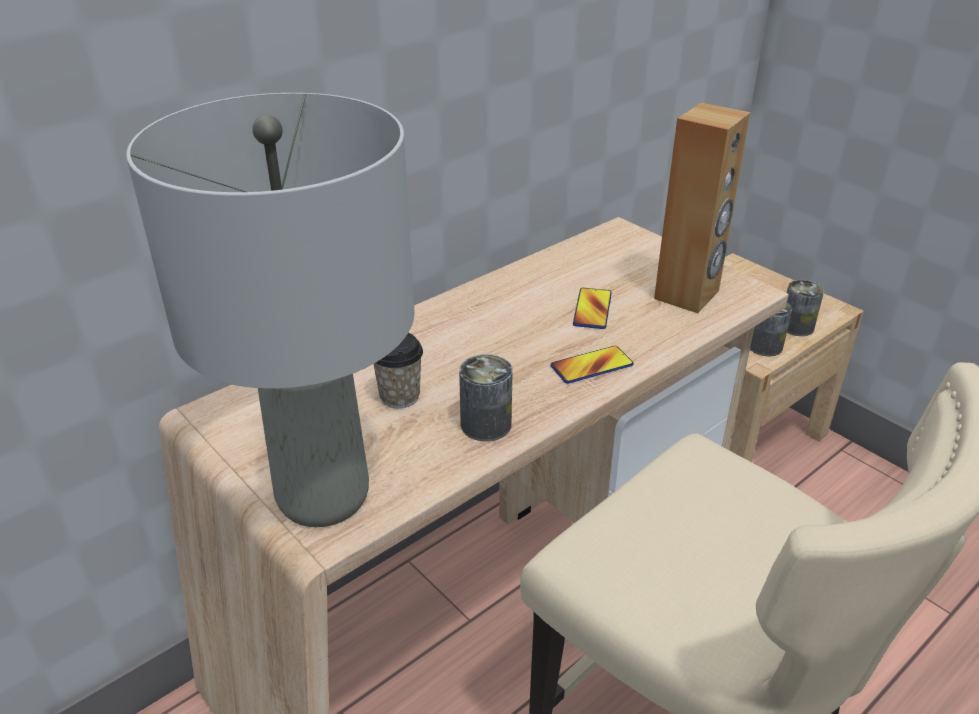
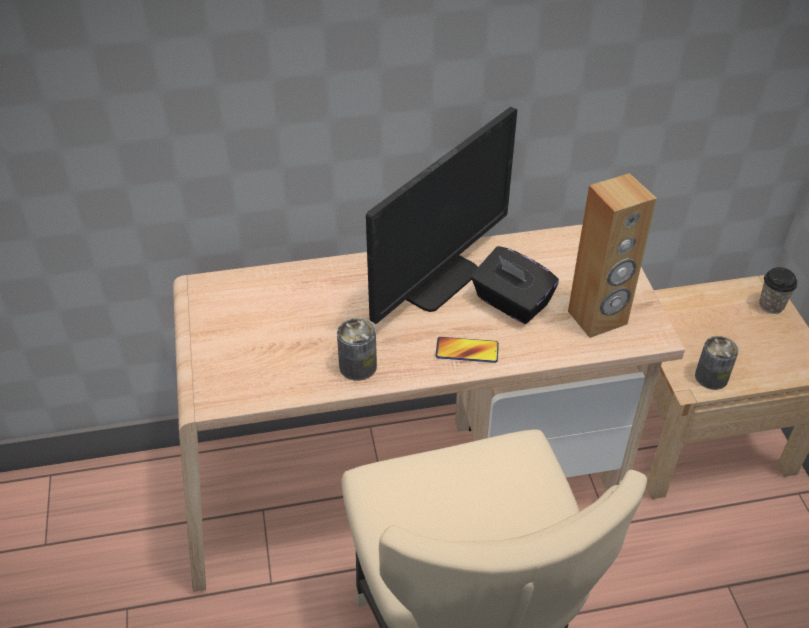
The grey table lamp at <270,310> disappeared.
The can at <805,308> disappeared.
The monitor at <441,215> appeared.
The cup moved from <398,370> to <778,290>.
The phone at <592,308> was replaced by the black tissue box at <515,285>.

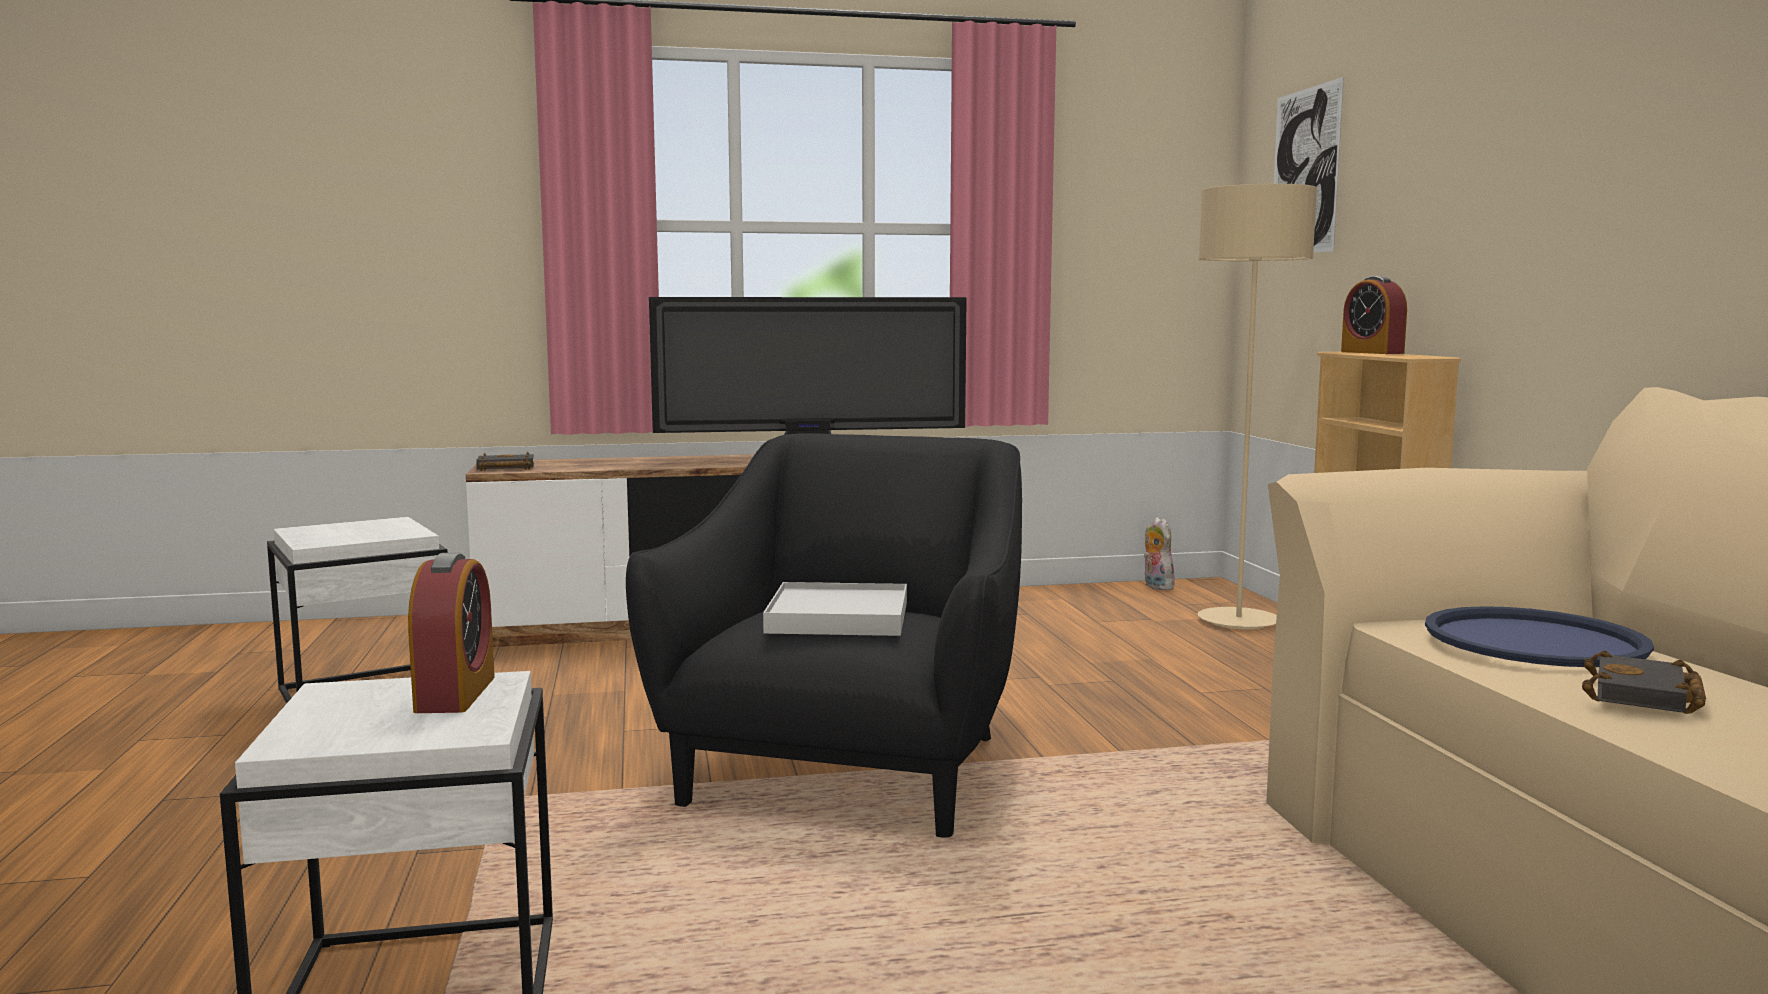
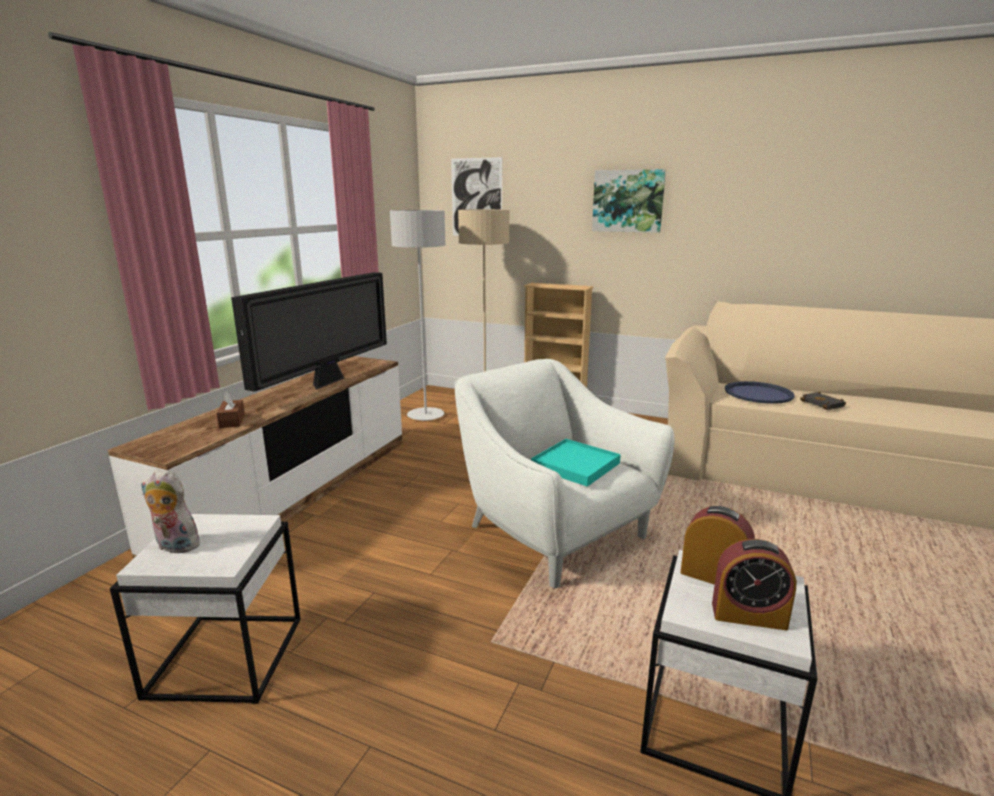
The black book at <505,461> disappeared.
The brown tissue box at <230,410> appeared.
The grey floor lamp at <418,315> appeared.
The picture at <629,201> appeared.
The plush toy moved from <1159,553> to <170,511>.
The alarm clock moved from <1374,315> to <754,585>.
The black armchair at <824,635> became the white armchair at <564,473>.
The white tray at <835,609> became the turquoise tray at <576,463>.

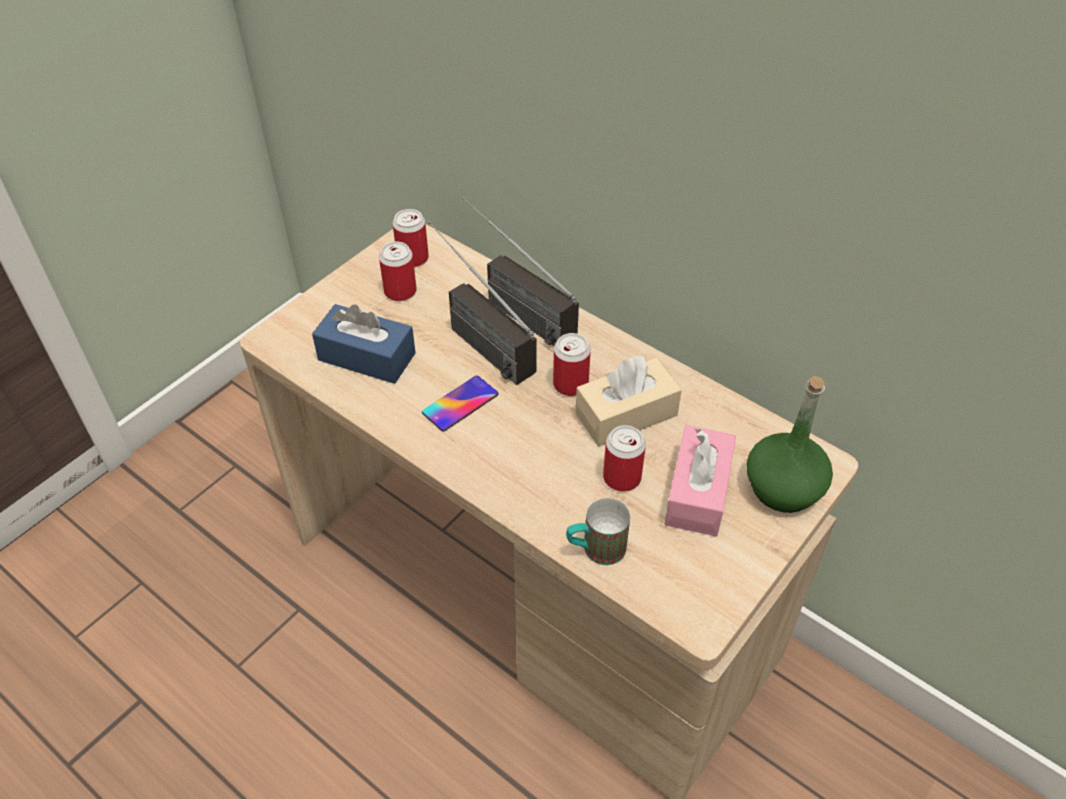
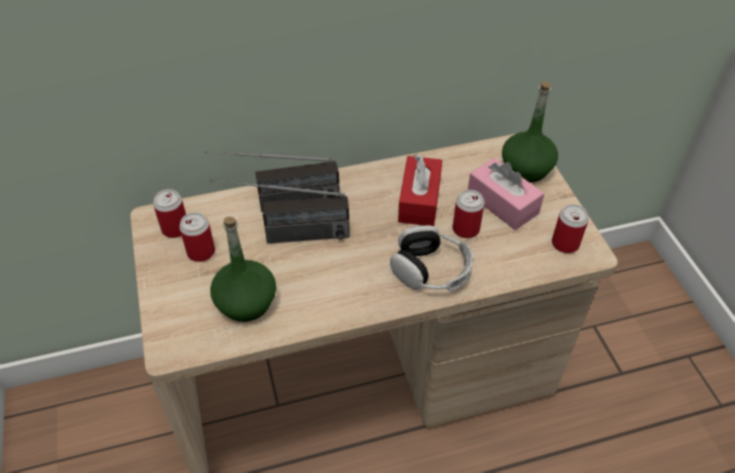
The phone at <460,403> disappeared.
The mug at <598,531> disappeared.
The headphones at <431,258> appeared.
The can moved from <572,364> to <570,228>.
The blue tissue box at <364,344> was replaced by the green bottle at <243,269>.
The beige tissue box at <628,400> became the red tissue box at <420,190>.

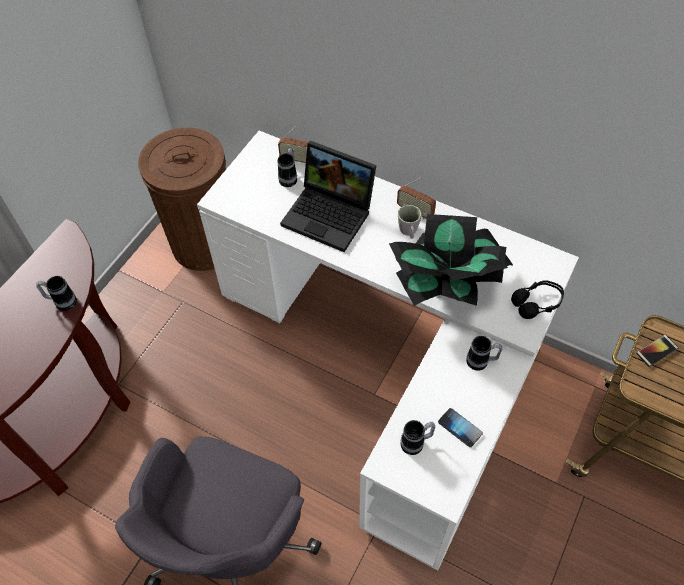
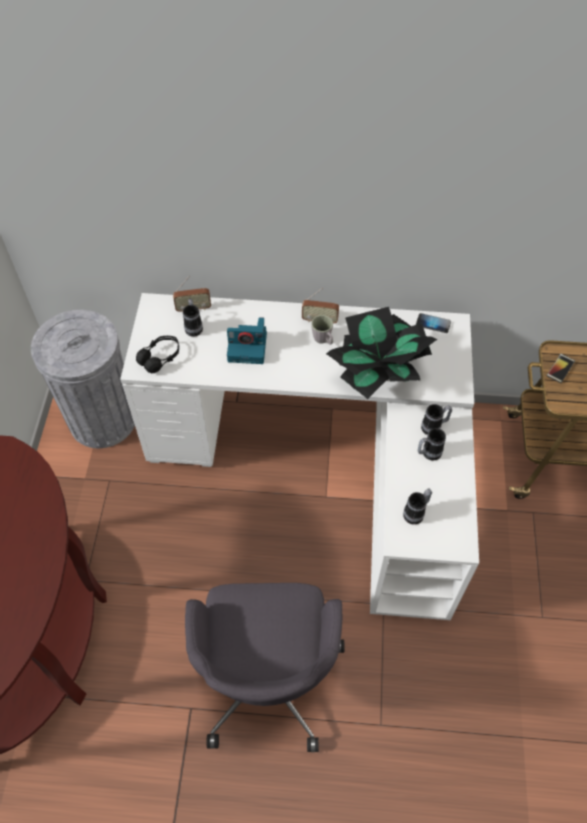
The mug moved from <57,293> to <432,444>.
The phone moved from <460,427> to <433,323>.
The black headphones moved from <537,299> to <157,354>.
The laptop at <328,196> was replaced by the photo camera at <247,340>.
The brown trash can at <182,199> became the grey trash can at <83,379>.

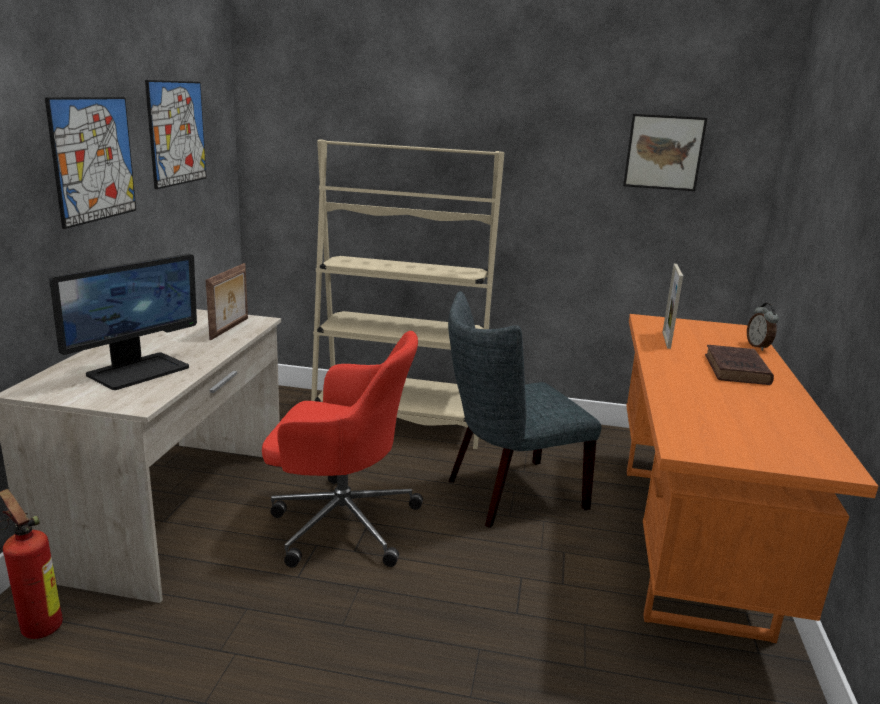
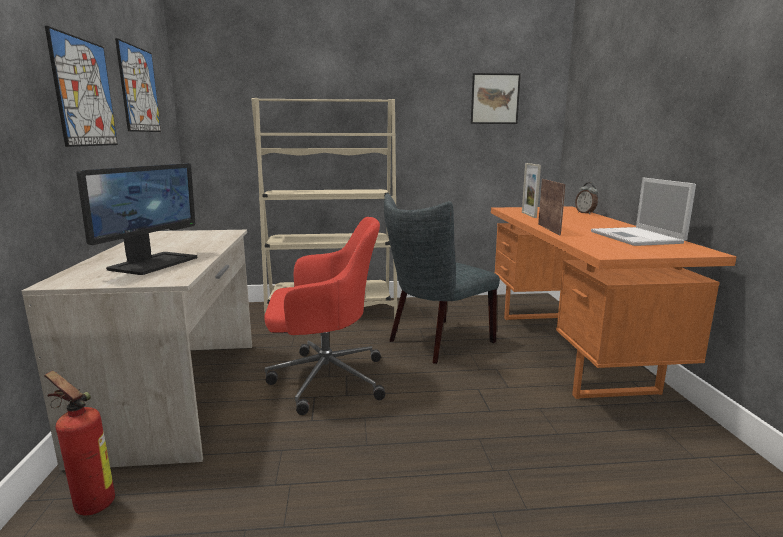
The brown book at <739,365> disappeared.
The laptop at <643,211> appeared.
The picture frame moved from <226,301> to <551,207>.

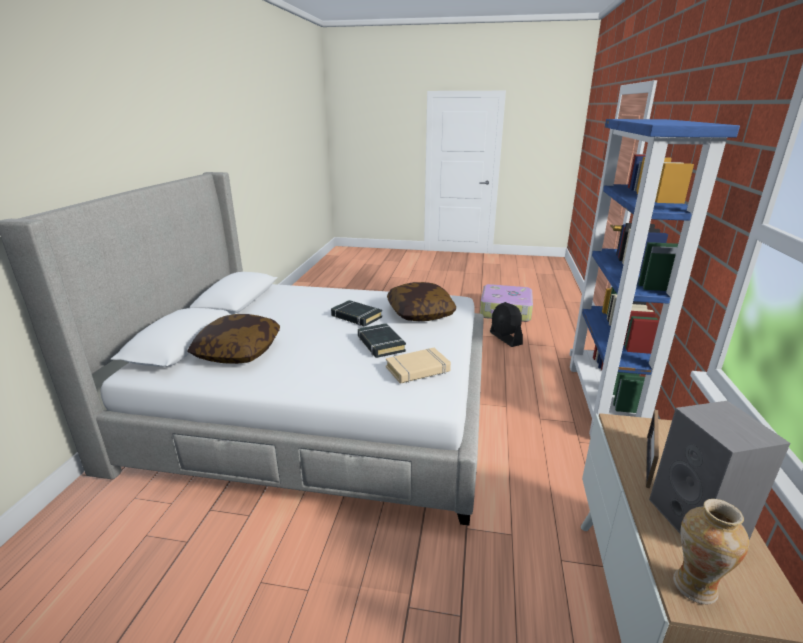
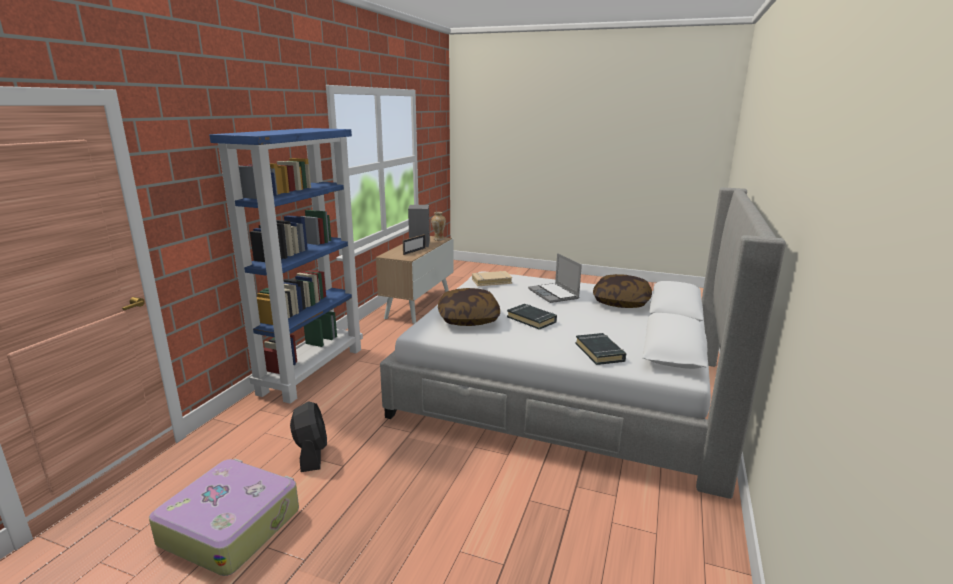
The laptop at <555,278> appeared.
The black book moved from <382,340> to <600,349>.

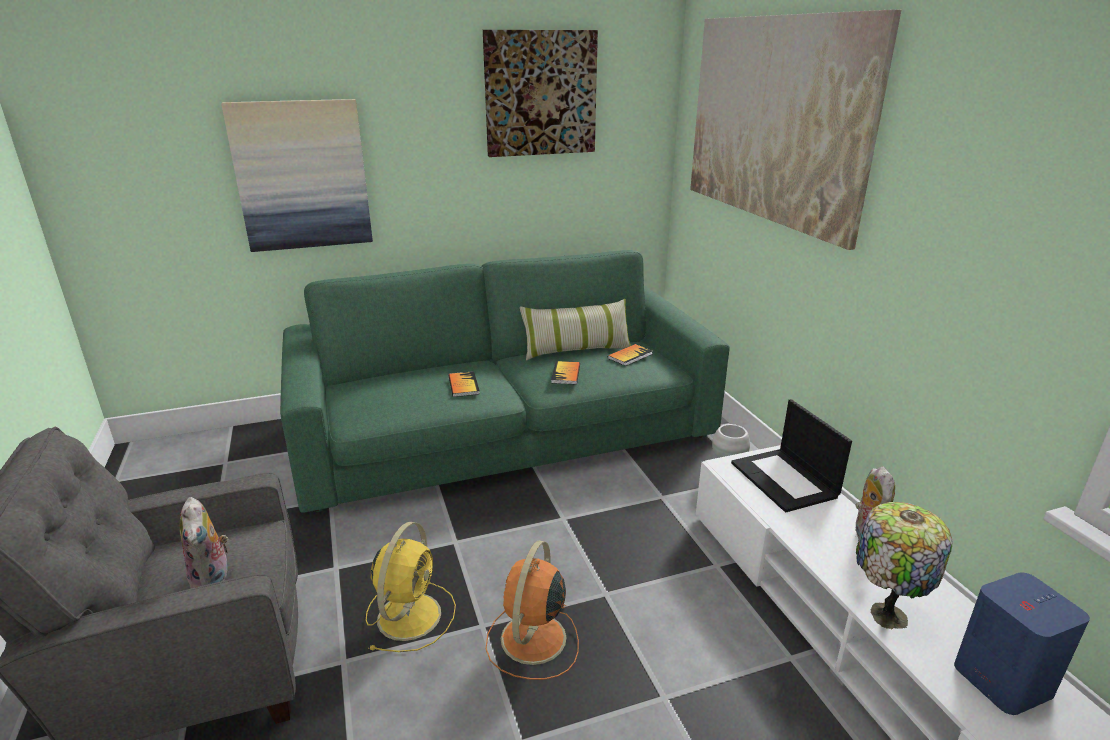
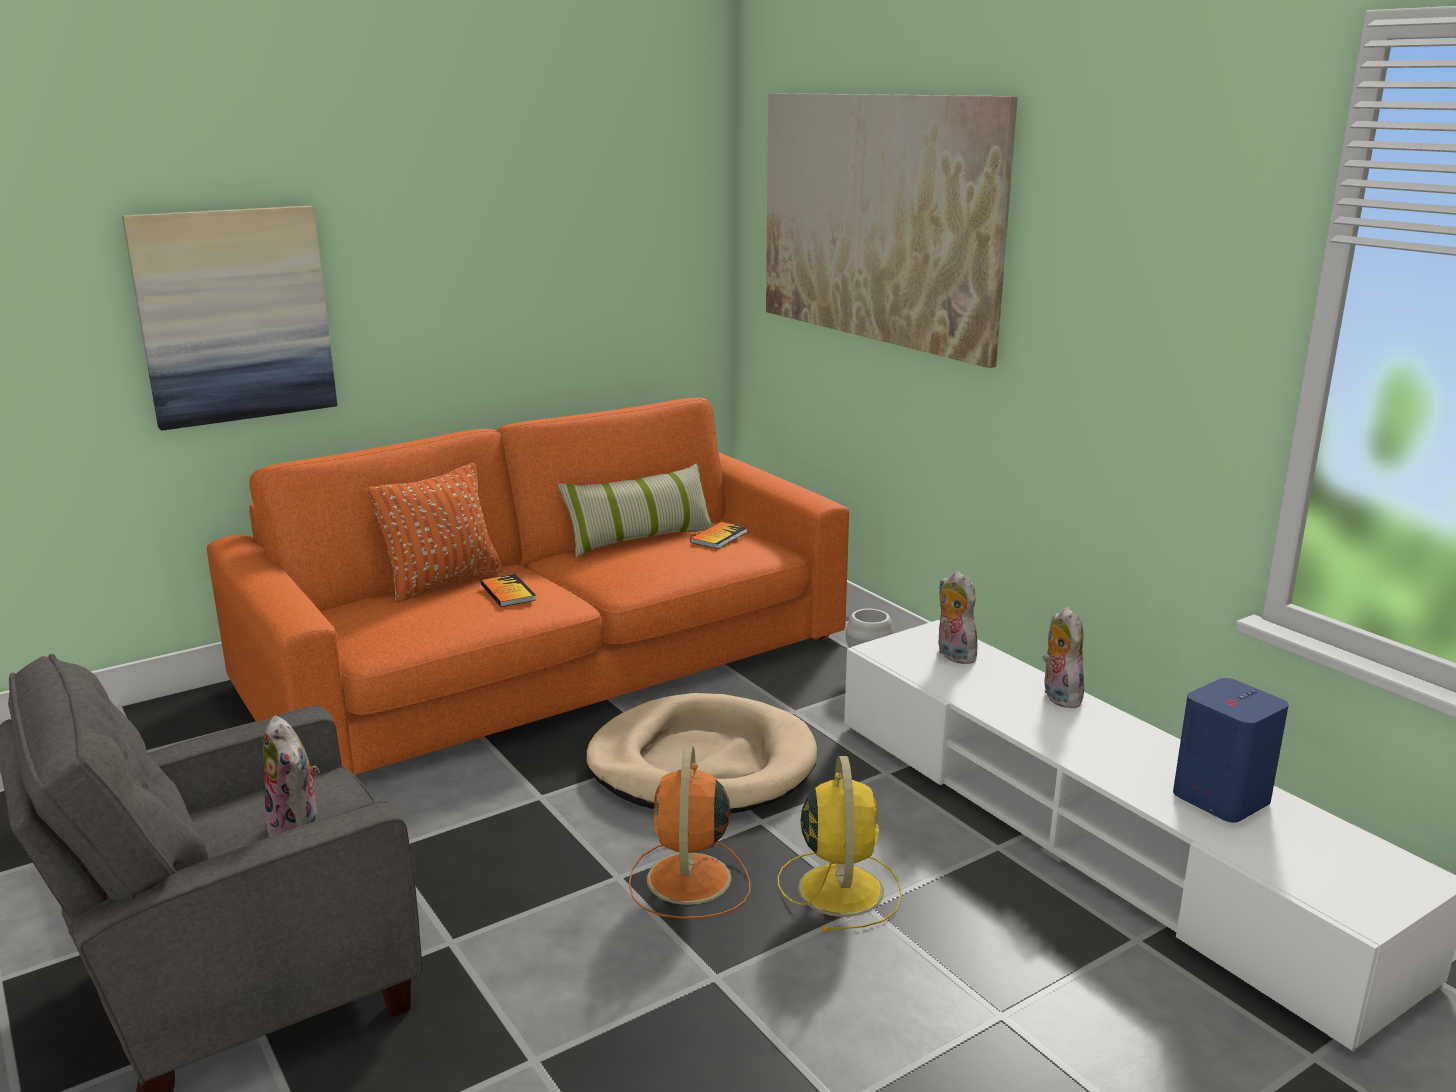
The picture at <540,93> disappeared.
The book at <565,372> disappeared.
The table lamp at <904,565> disappeared.
The orange pillow at <435,533> appeared.
The beige dog bed at <701,753> appeared.
The yellow fan moved from <411,587> to <840,844>.
The laptop at <791,455> was replaced by the plush toy at <958,617>.
The green sofa at <505,381> became the orange sofa at <528,586>.

